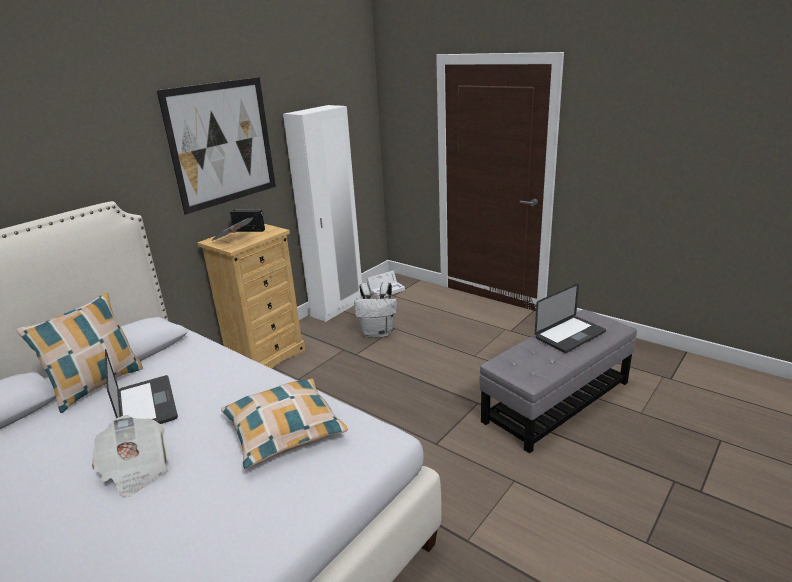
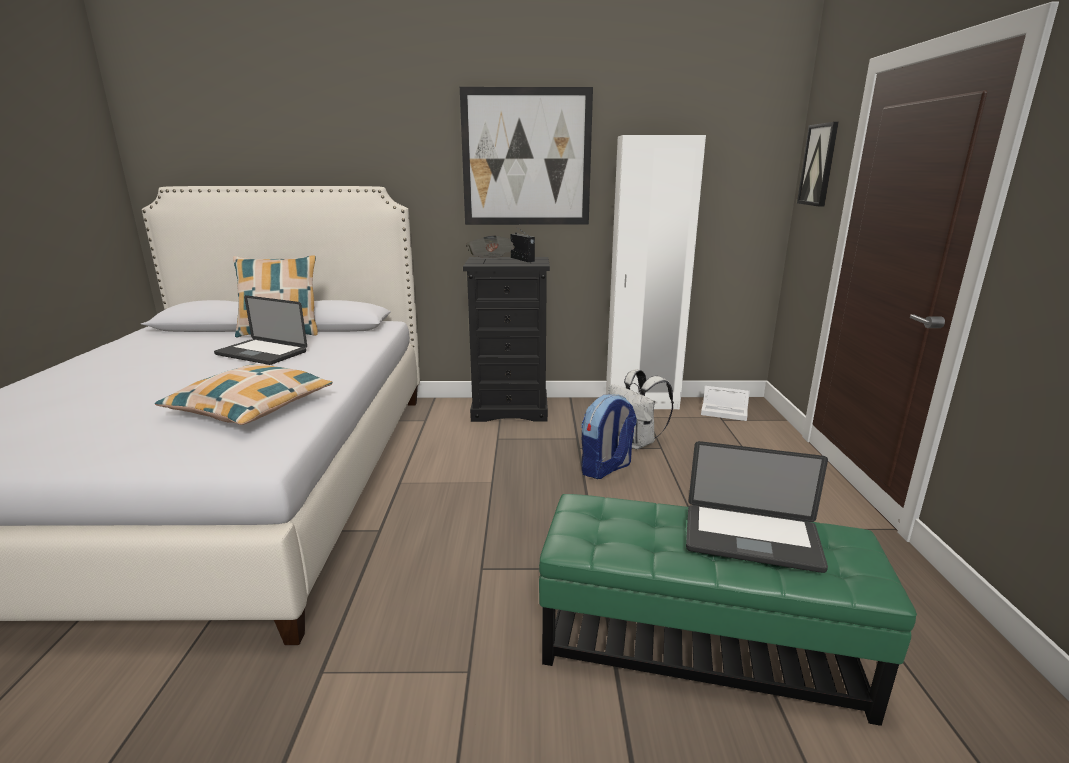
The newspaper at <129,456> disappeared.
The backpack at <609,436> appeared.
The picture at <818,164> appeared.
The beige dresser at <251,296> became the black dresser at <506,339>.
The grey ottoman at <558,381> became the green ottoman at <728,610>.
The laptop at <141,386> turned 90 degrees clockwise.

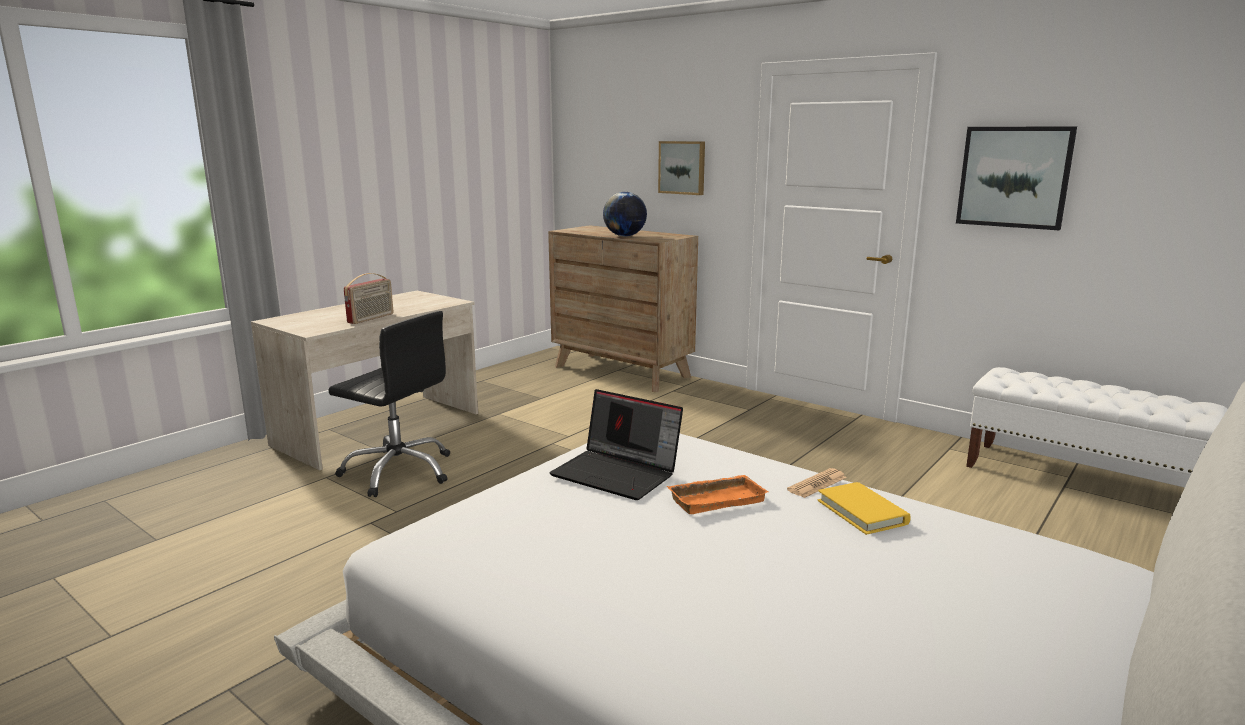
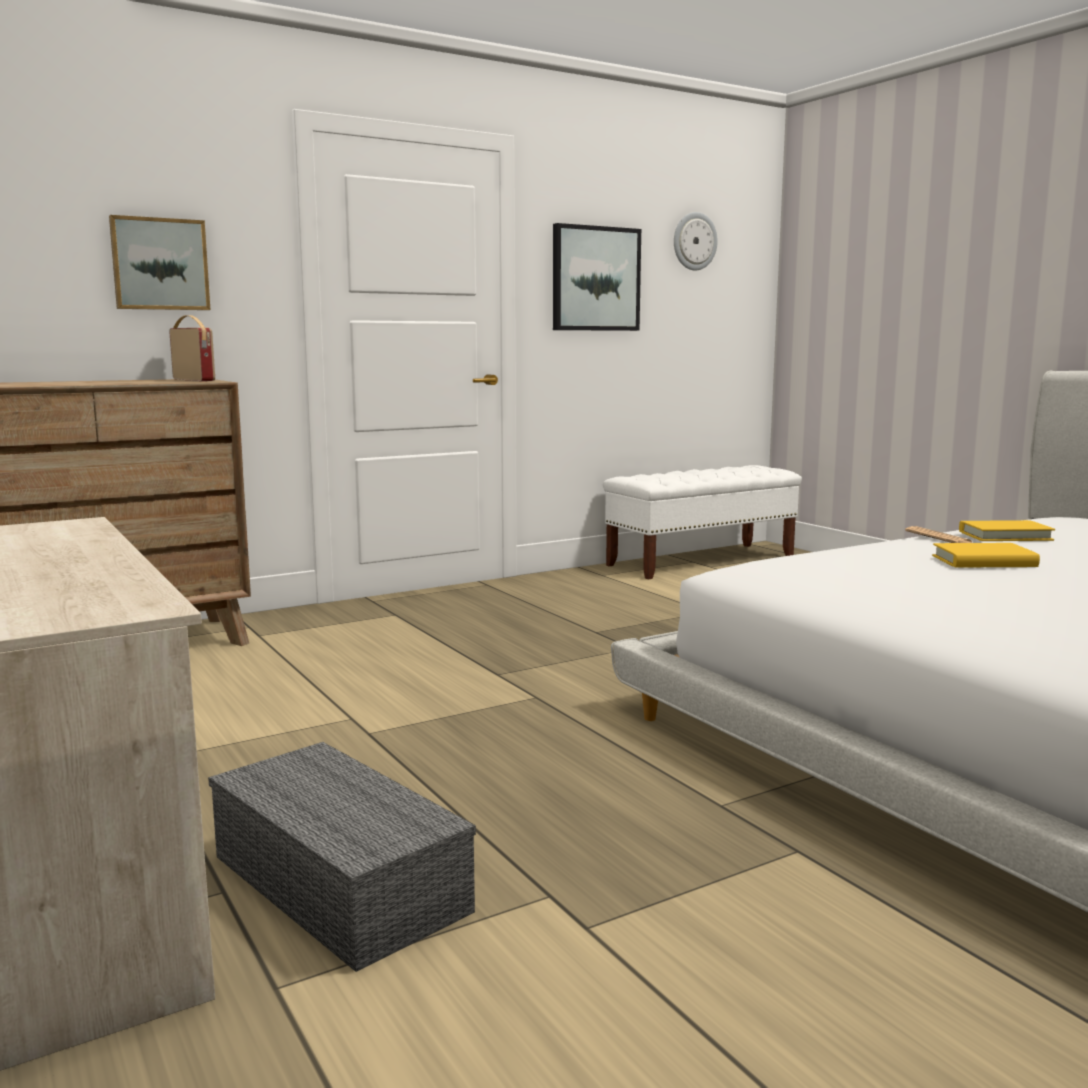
The laptop at <616,444> disappeared.
The globe at <625,214> disappeared.
The wall clock at <696,241> appeared.
The radio moved from <368,298> to <192,348>.
The black office chair at <389,404> was replaced by the grey storage box at <342,857>.
The orange tray at <717,494> was replaced by the yellow book at <986,555>.

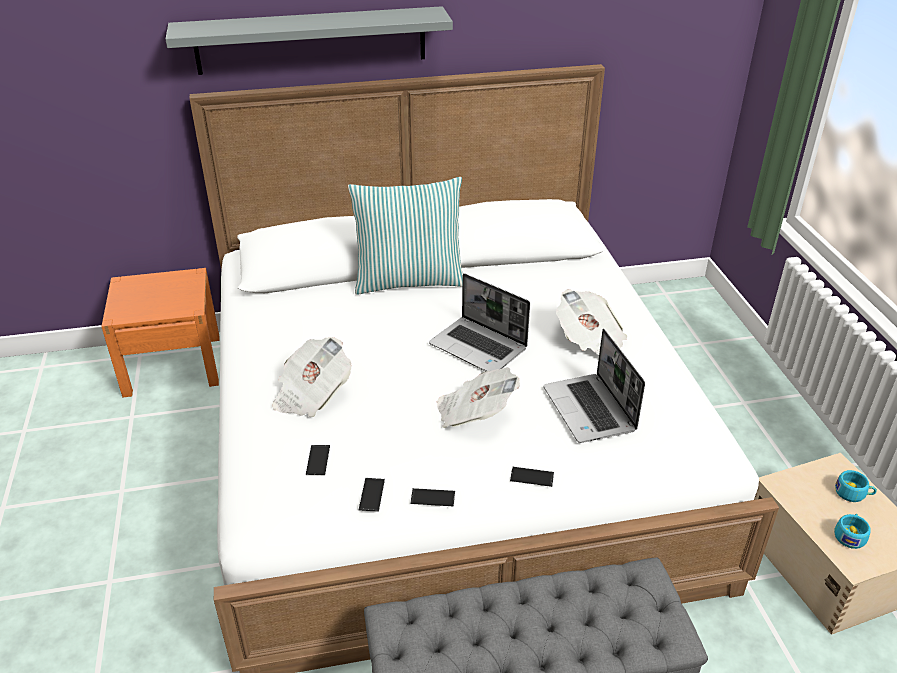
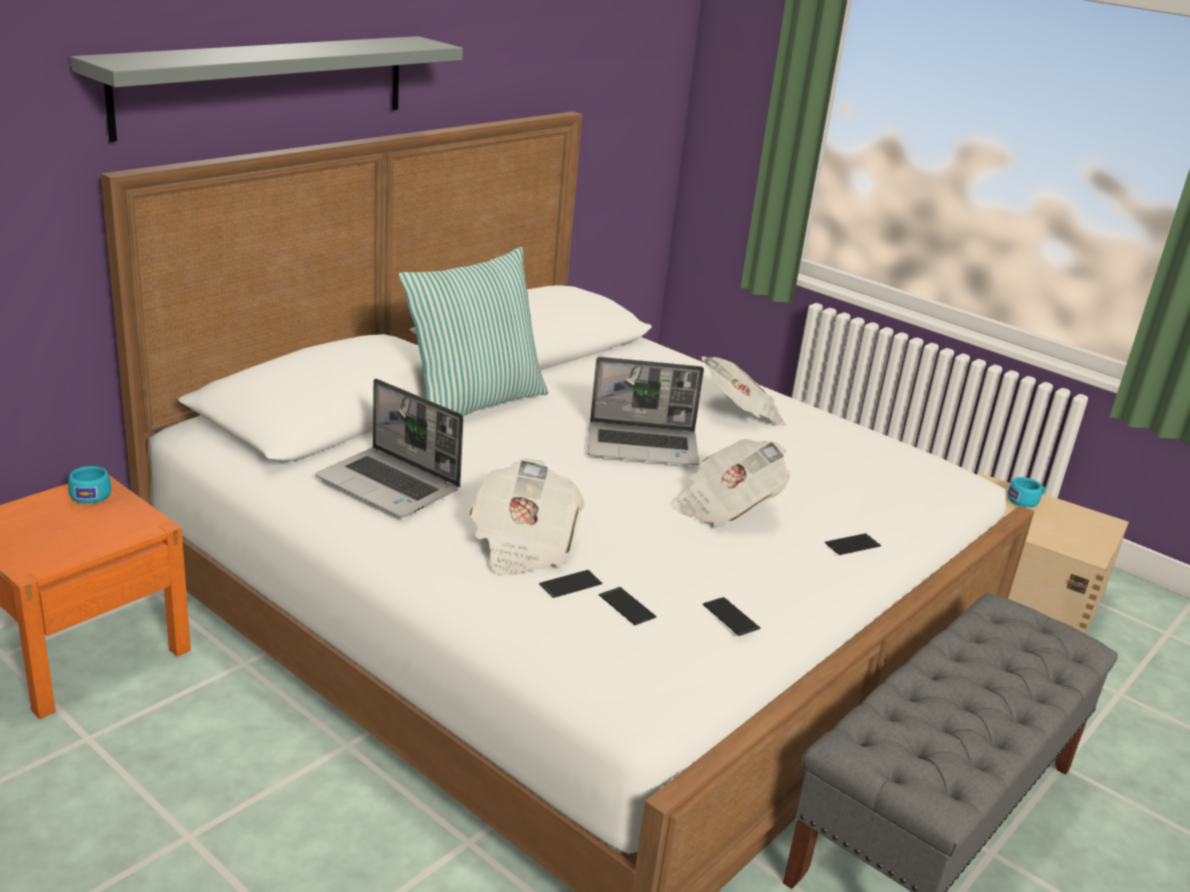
The phone moved from <432,497> to <570,584>.
The laptop moved from <594,386> to <389,447>.
The turquoise cup moved from <852,531> to <90,485>.

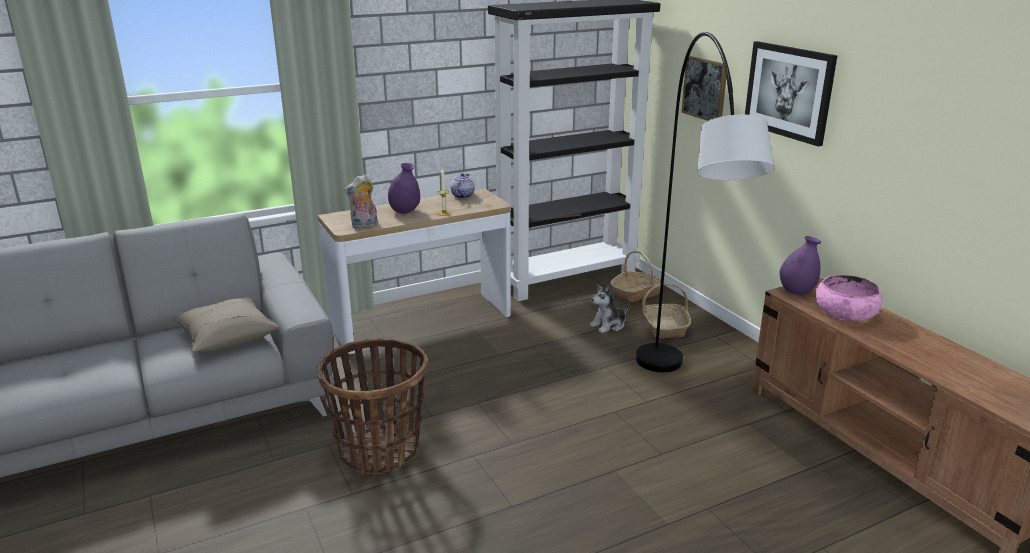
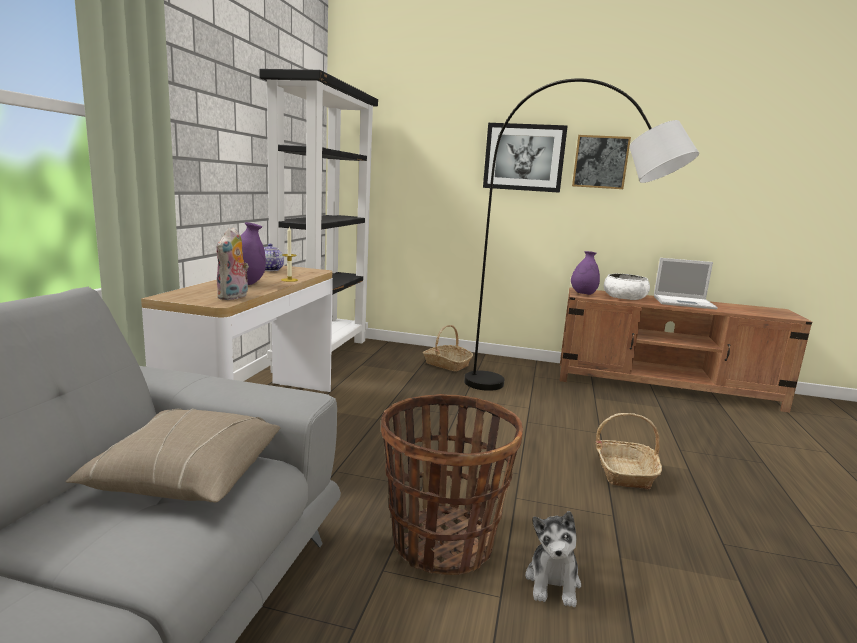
The laptop at <686,284> appeared.
The plush toy moved from <609,308> to <553,559>.
The basket moved from <637,276> to <629,451>.
The picture moved from <704,88> to <601,162>.
The pink bowl at <849,298> became the white bowl at <627,287>.

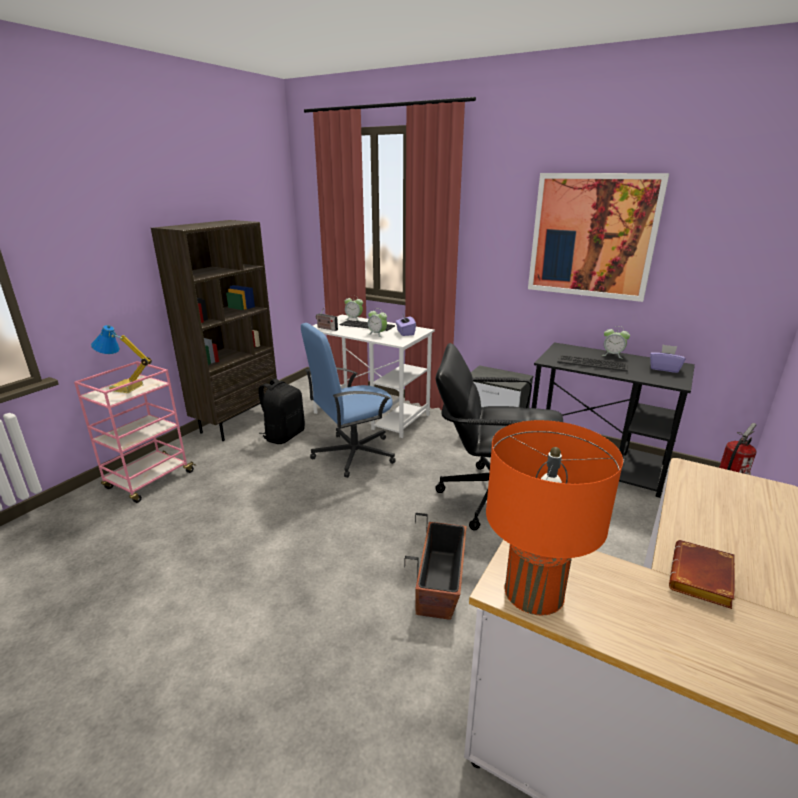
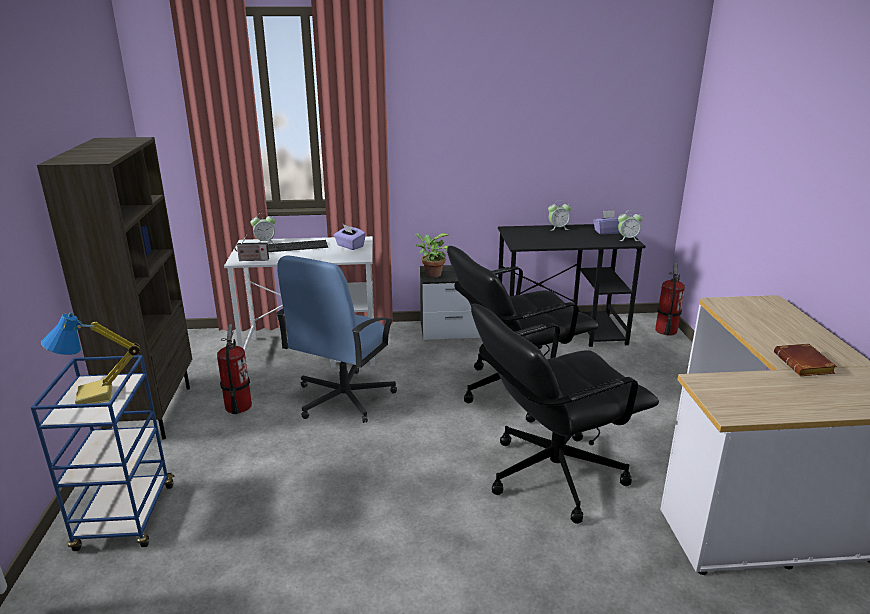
The orange table lamp at <554,518> disappeared.
The picture at <598,237> disappeared.
The keyboard at <592,363> disappeared.
The potted plant at <432,255> appeared.
The alarm clock moved from <377,322> to <630,225>.
The black backpack at <281,411> was replaced by the fire extinguisher at <234,369>.
The planter at <435,566> was replaced by the black office chair at <565,414>.
The pink cart at <135,432> became the blue cart at <102,453>.

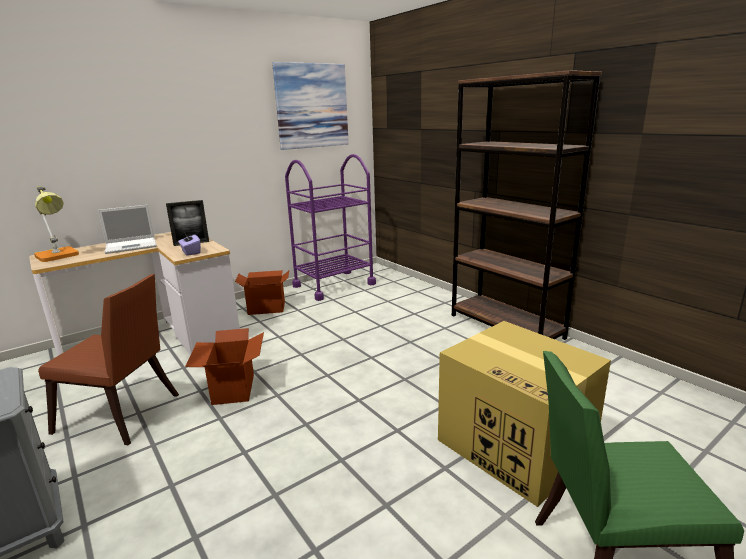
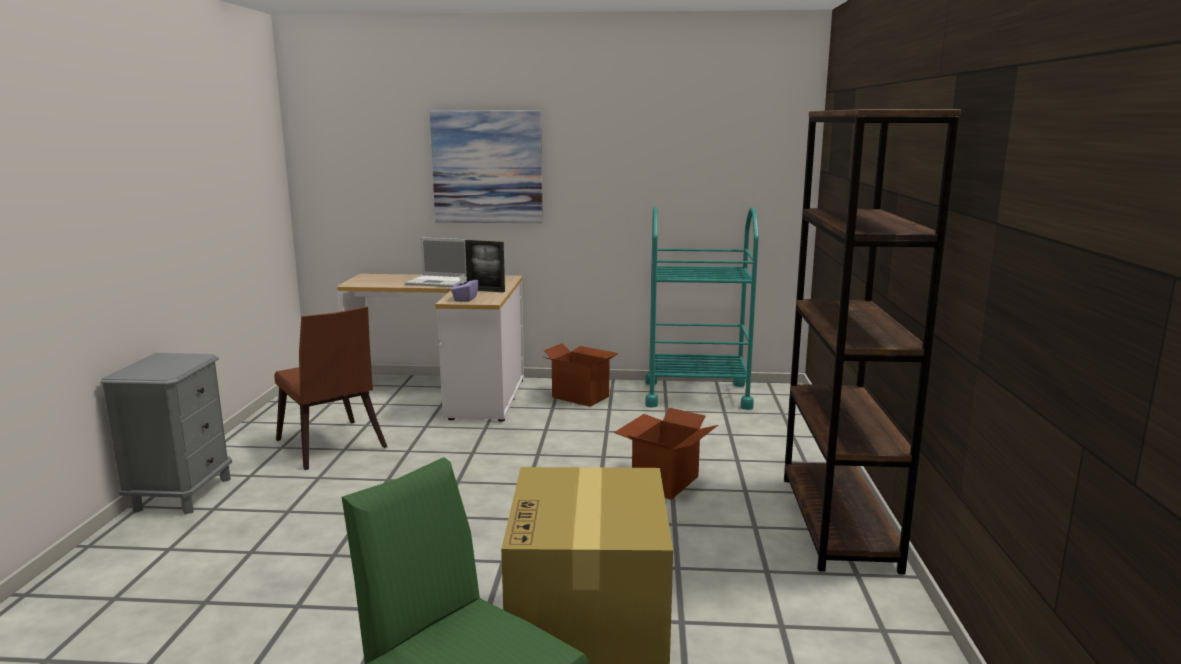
The table lamp at <56,224> disappeared.
The cardboard box moved from <224,366> to <666,454>.
The picture moved from <310,106> to <486,167>.
The purple cart at <330,227> became the turquoise cart at <702,308>.

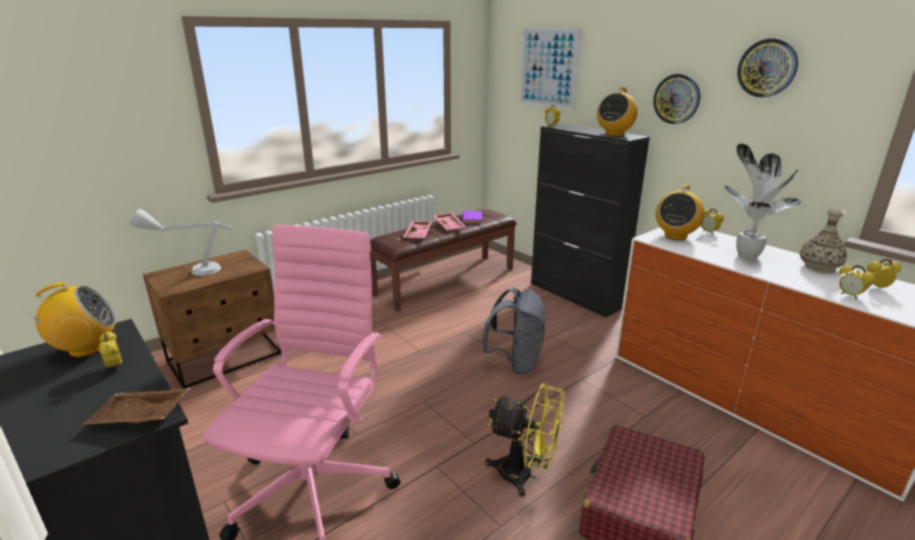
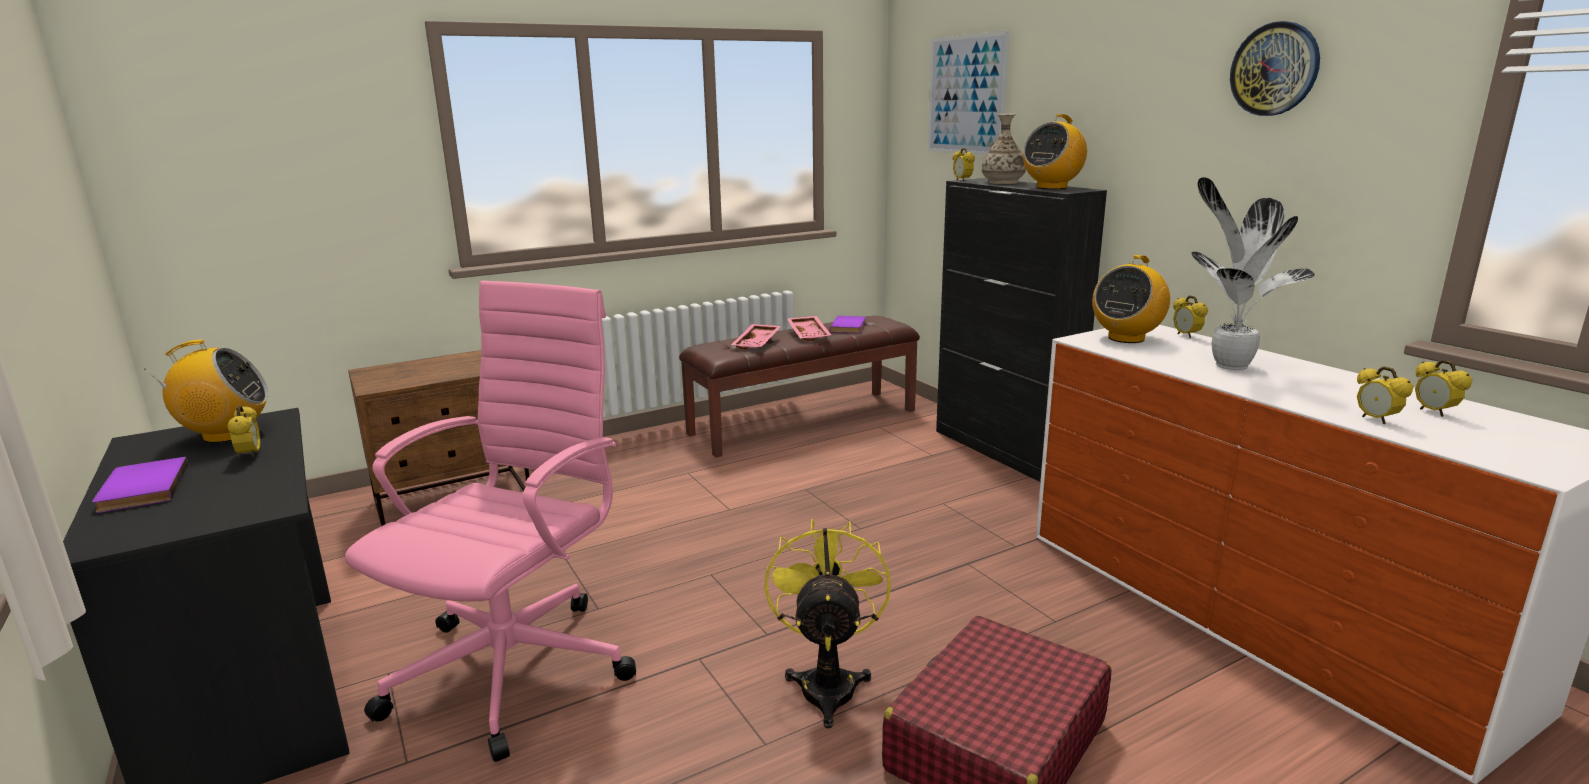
The brown tray at <136,406> disappeared.
The grey table lamp at <182,242> disappeared.
The grey backpack at <514,331> disappeared.
The wall clock at <676,99> disappeared.
The purple book at <140,485> appeared.
The vase moved from <823,240> to <1004,149>.
The yellow fan at <525,440> turned 120 degrees counterclockwise.
The alarm clock at <884,273> turned 120 degrees counterclockwise.

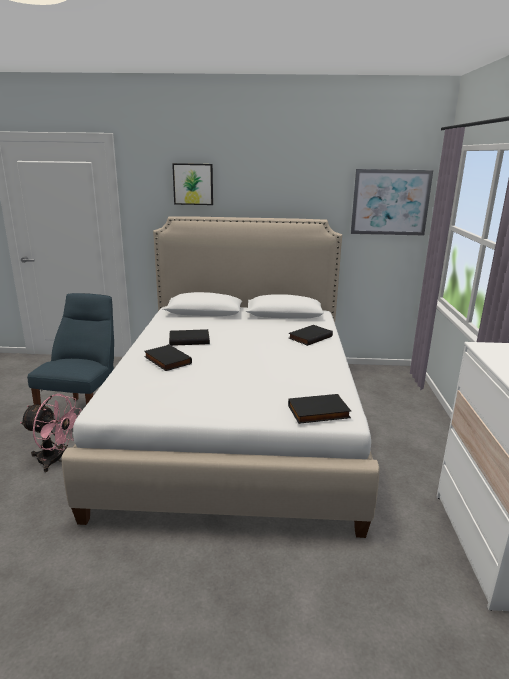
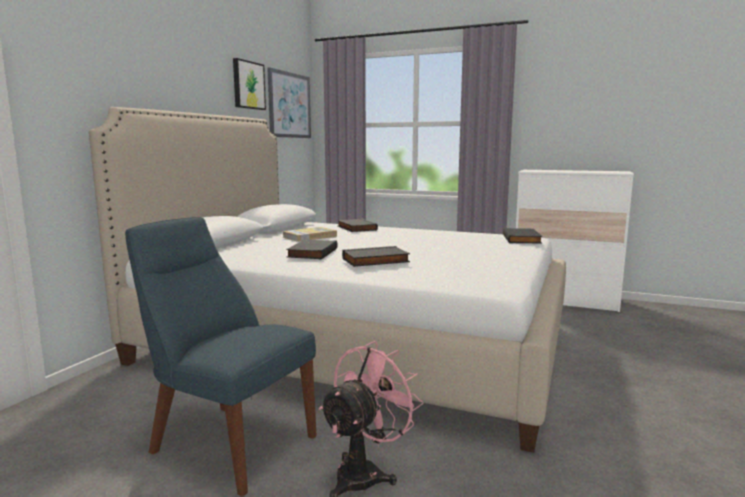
The book at <309,234> appeared.
The picture moved from <192,184> to <249,84>.

